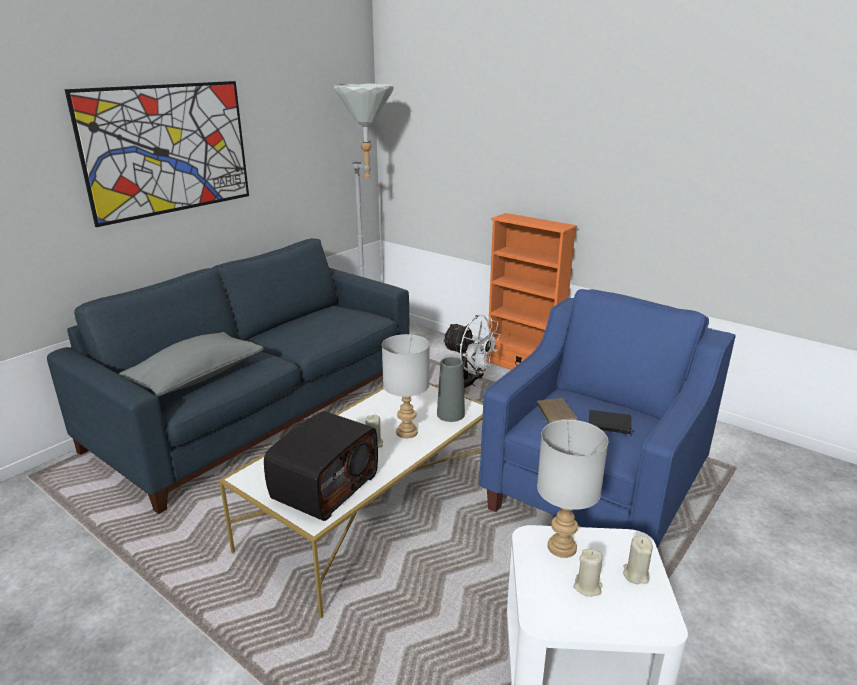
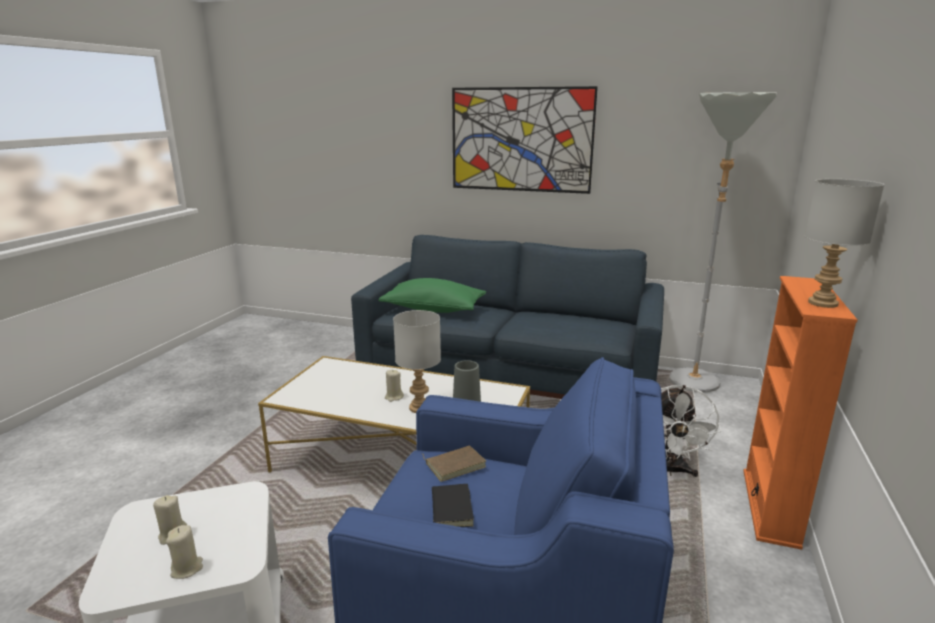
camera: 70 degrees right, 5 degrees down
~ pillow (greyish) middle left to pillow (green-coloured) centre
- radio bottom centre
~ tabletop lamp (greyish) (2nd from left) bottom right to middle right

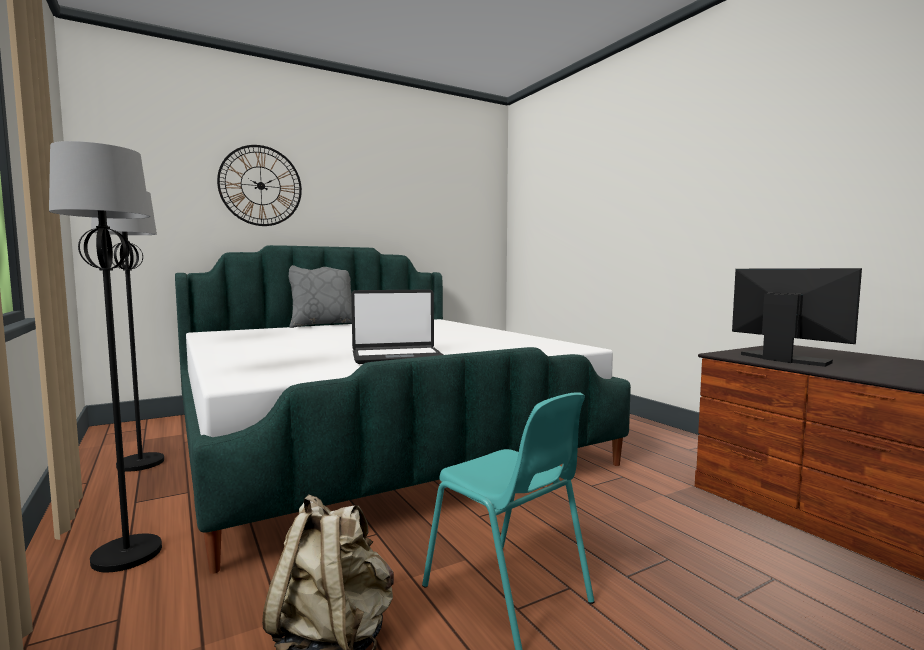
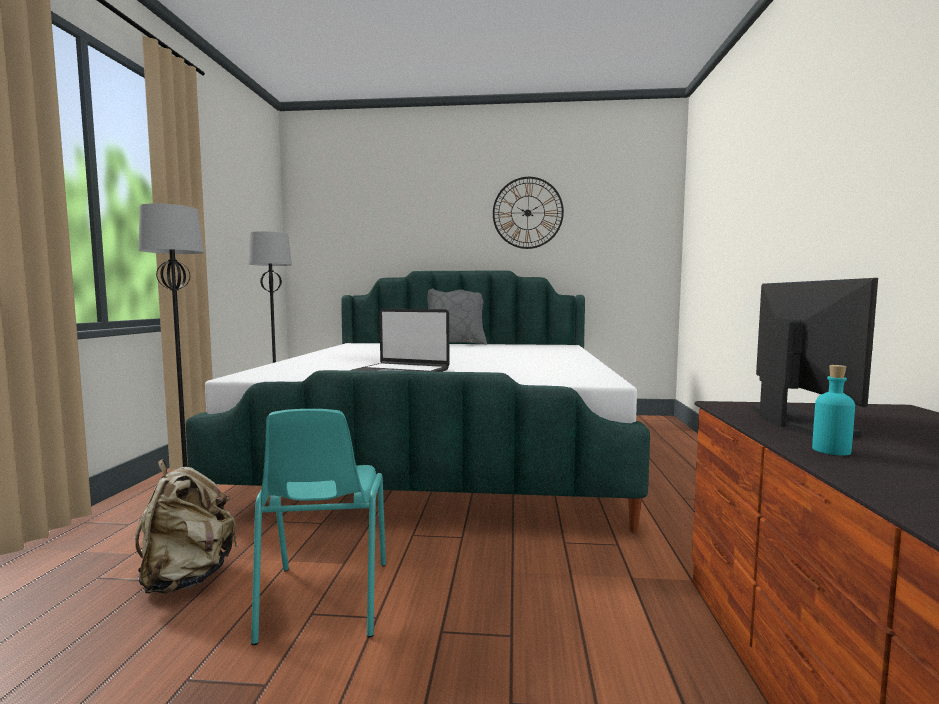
camera: 35 degrees right, 0 degrees up
~ clock on the wall top left to top centre
+ drink bottle (turquoise) middle right

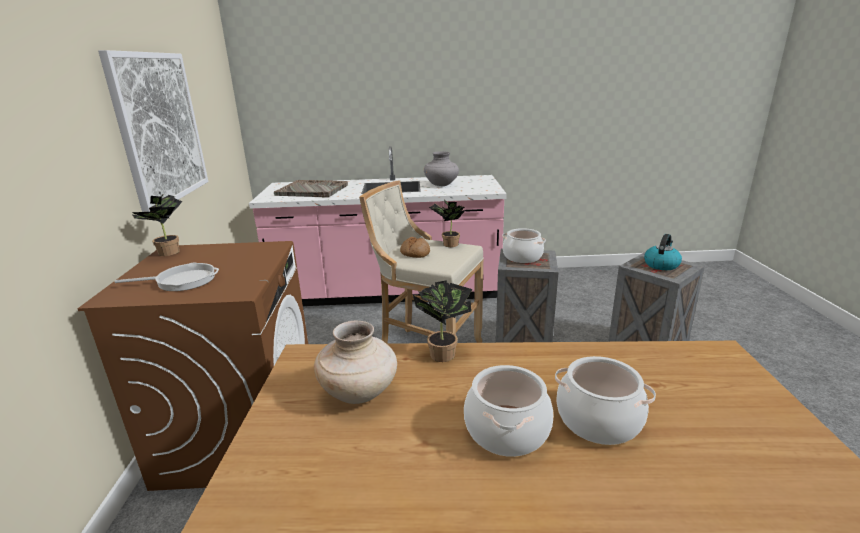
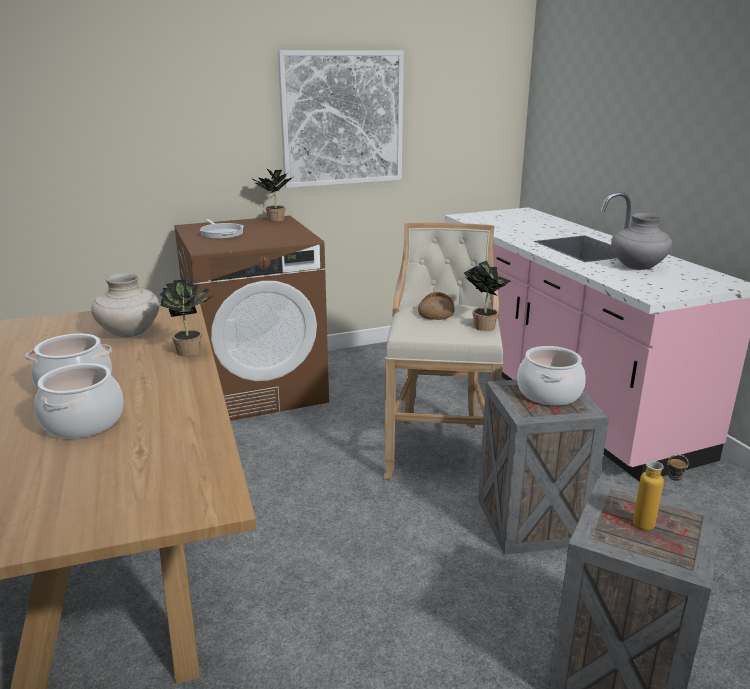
camera: 70 degrees right, 0 degrees up
- serving tray (greyish) centre
~ kettle middle right to drink bottle bottom right

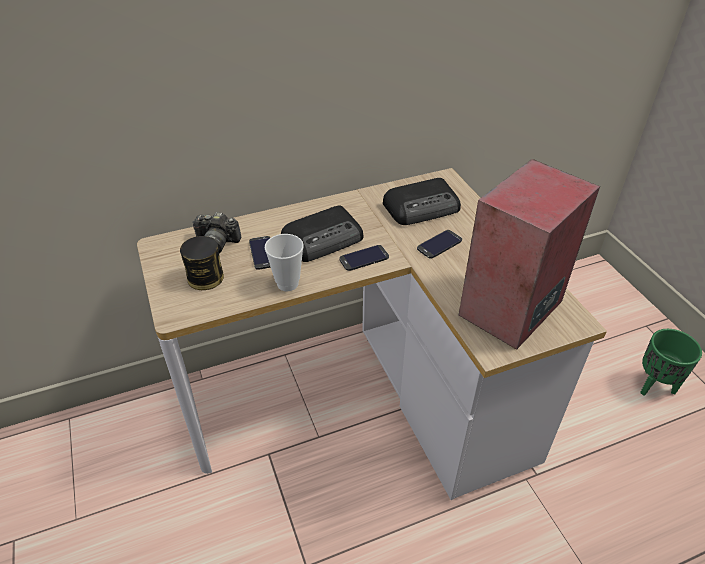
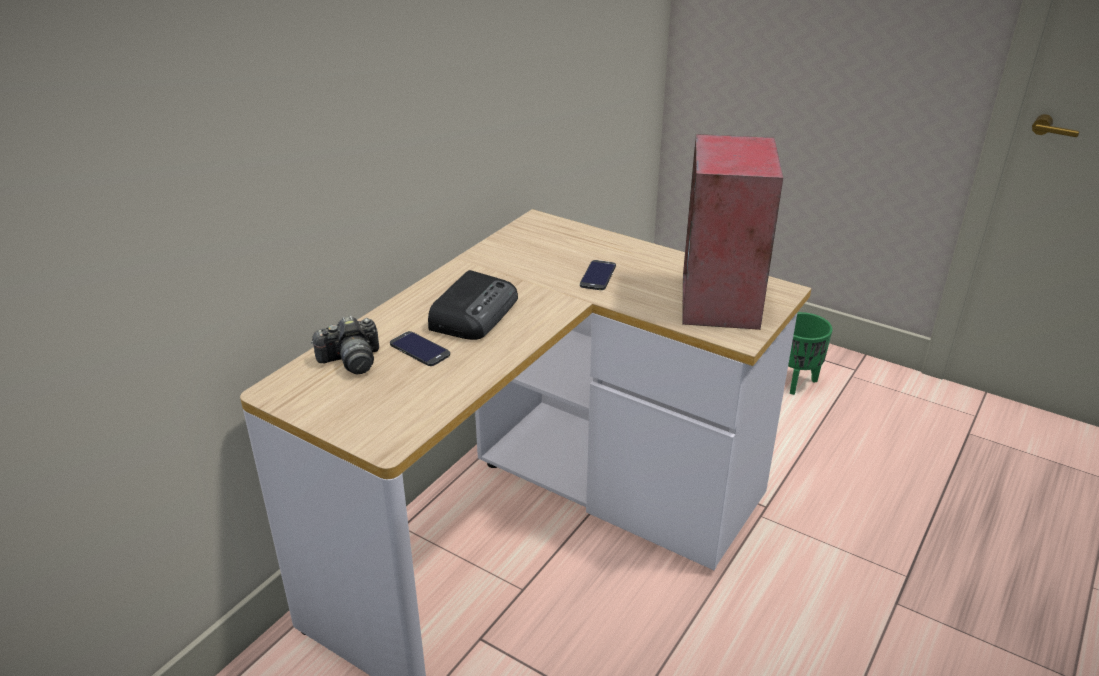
camera: 35 degrees left, 10 degrees down
- radio (2nd from left) centre
- cup centre
- sealed can middle left
- telephone (2nd from left) centre

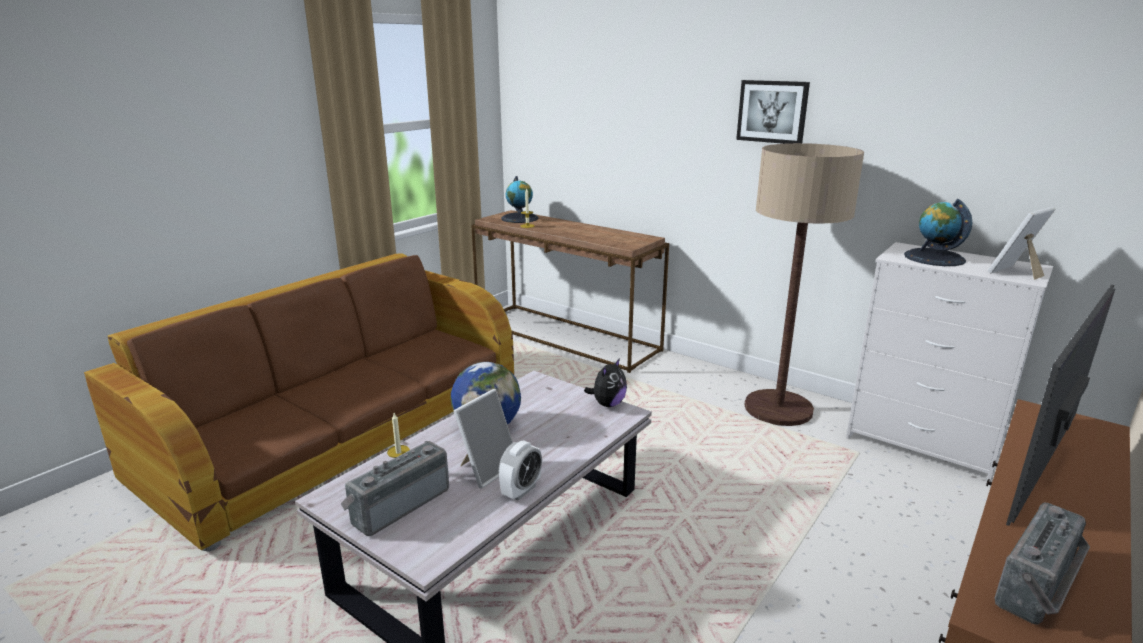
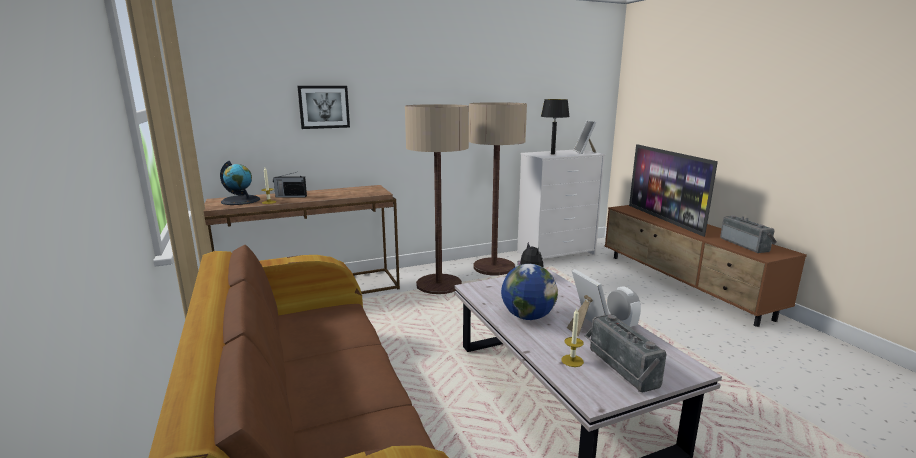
camera: 60 degrees left, 5 degrees down
~ wall picture top right to top centre
~ globe (3rd from left) middle right to tabletop lamp (black) top centre
+ standard lamp (1st from left) centre
+ radio (1st from left) middle left

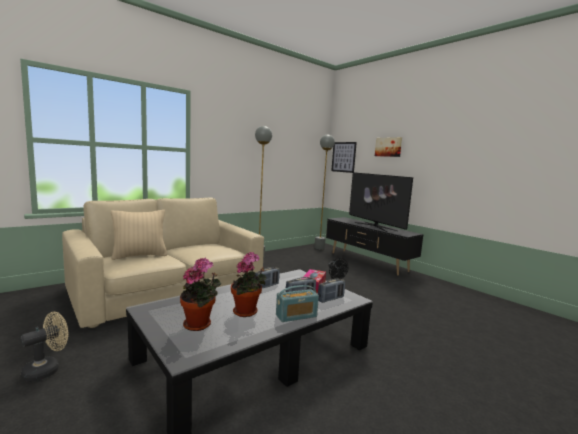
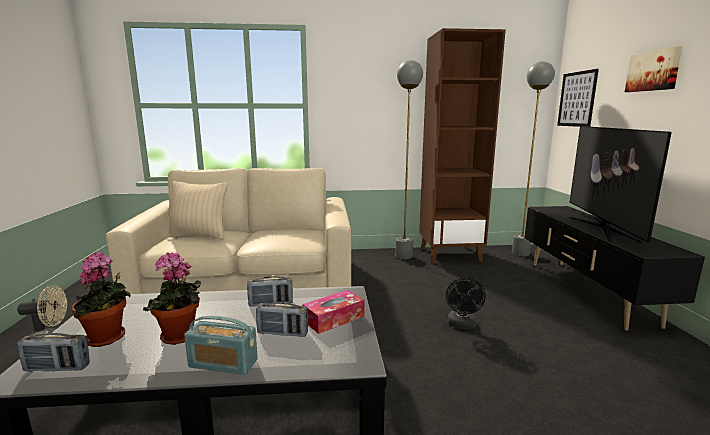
camera: 35 degrees right, 5 degrees up
~ radio (4th from left in the first image) bottom centre to radio (1st from left) bottom left
+ bookcase (brownish) centre

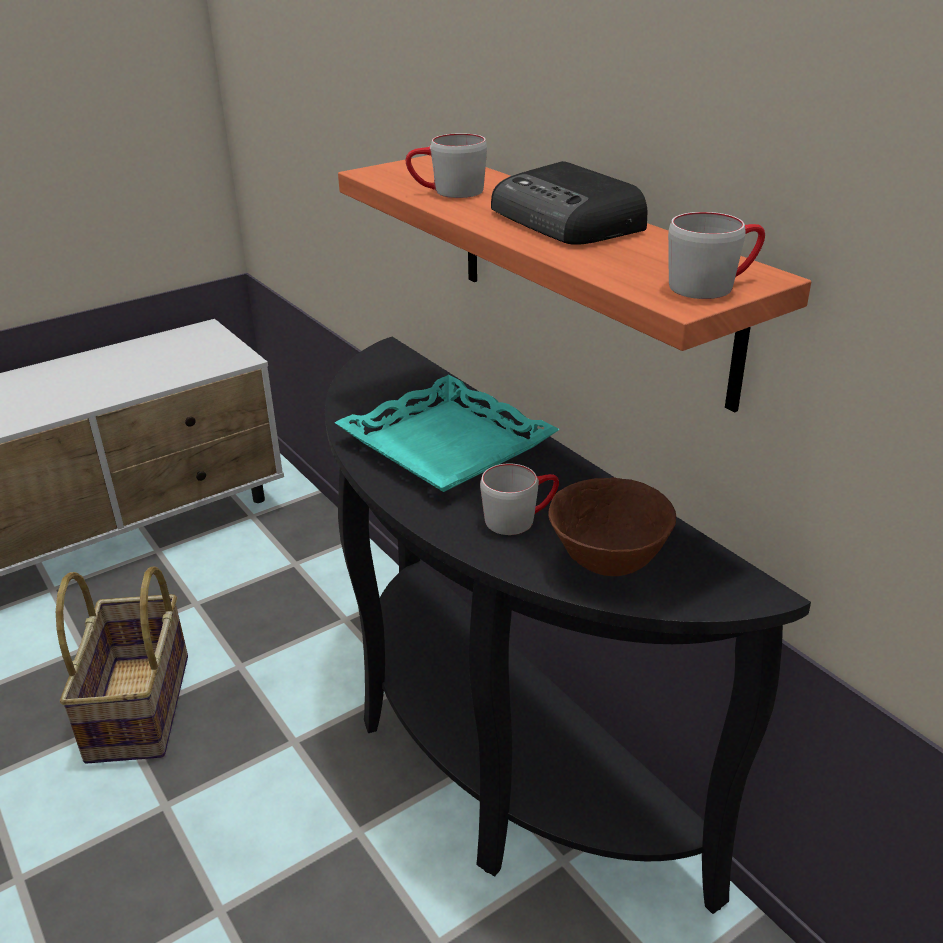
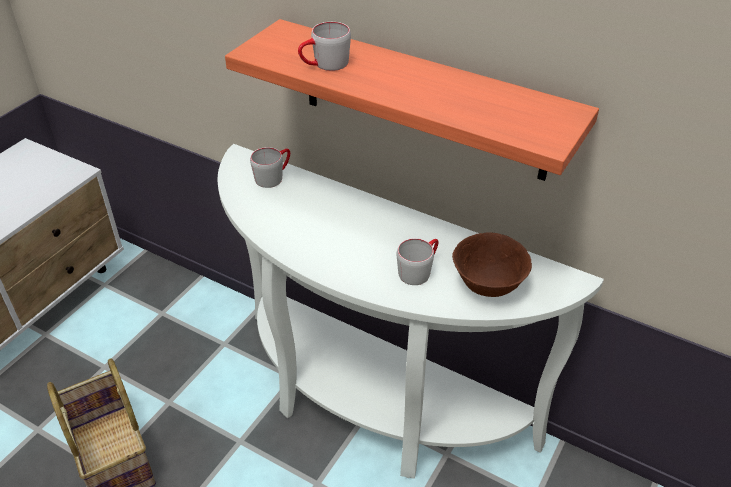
camera: 25 degrees left, 10 degrees up
- radio top centre
~ mug (greyish) (3rd from left in the first image) top right to mug (greyish) (1st from left) centre
~ console table (black) centre to console table (white-coloured) centre
- serving tray (turquoise) centre

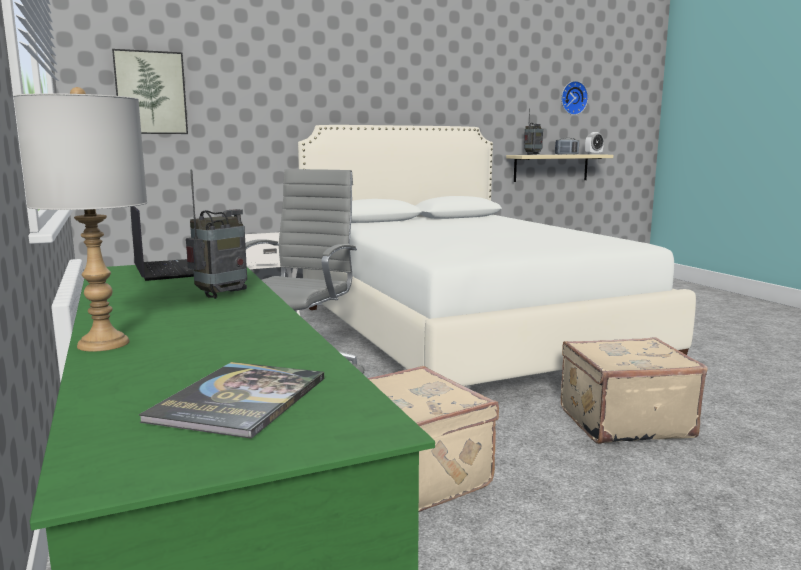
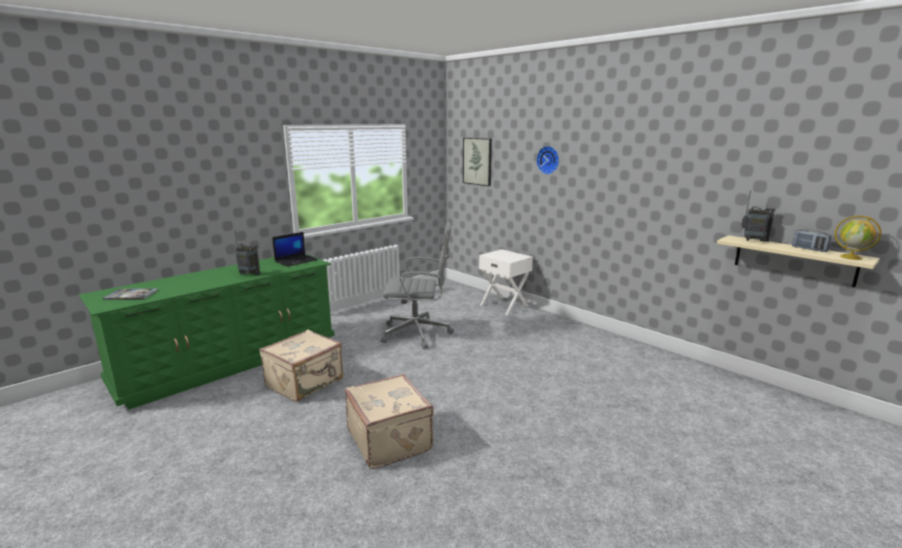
camera: 70 degrees right, 5 degrees up
~ clock on the wall top right to top centre
- tabletop lamp (greyish) middle left
- bed (white-coloured) centre
~ bedside clock top right to globe middle right

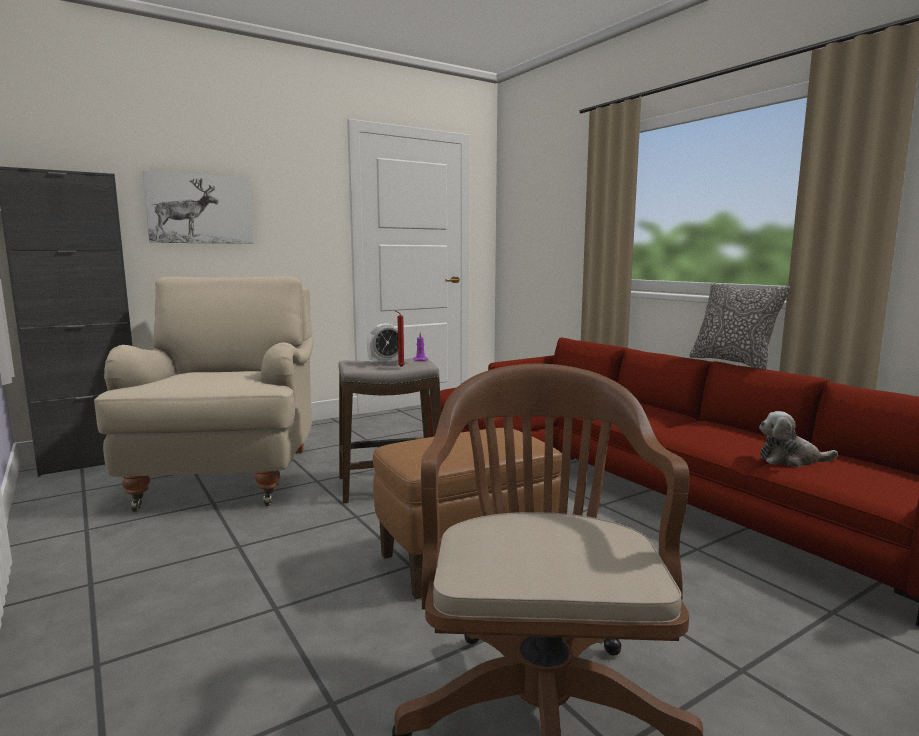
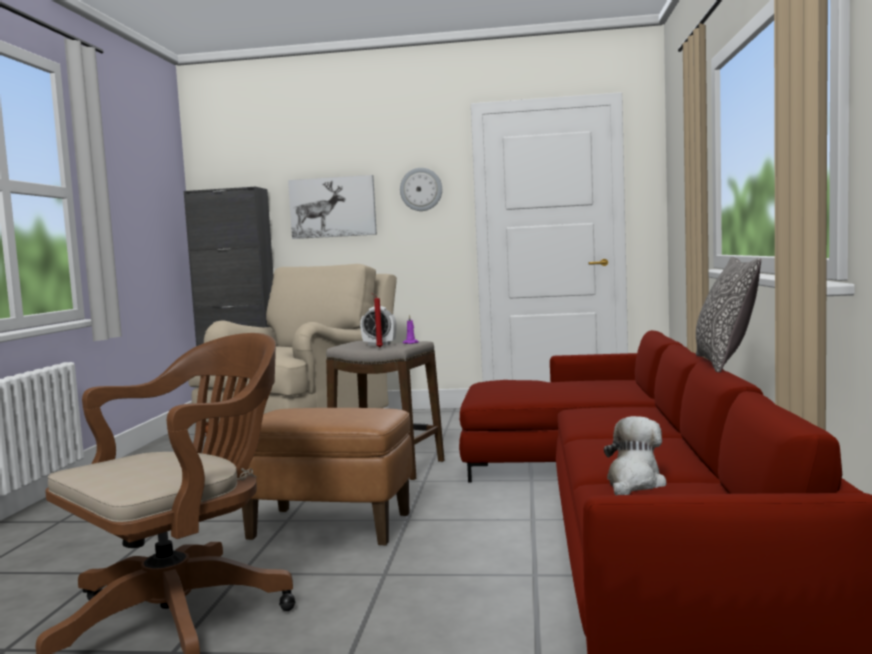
camera: 40 degrees right, 5 degrees down
~ soft toy middle right = bottom right 75 degrees clockwise
+ clock on the wall top centre

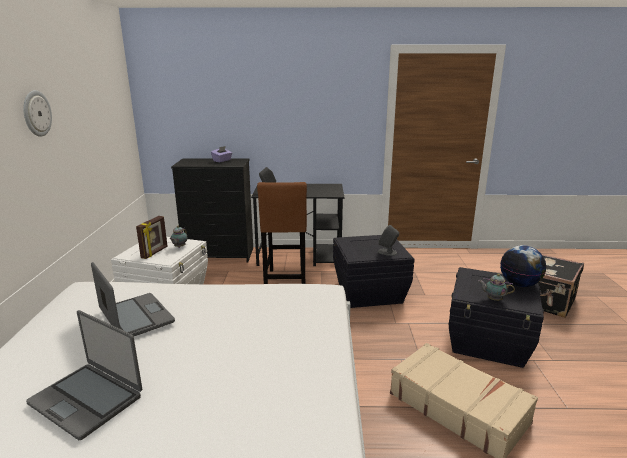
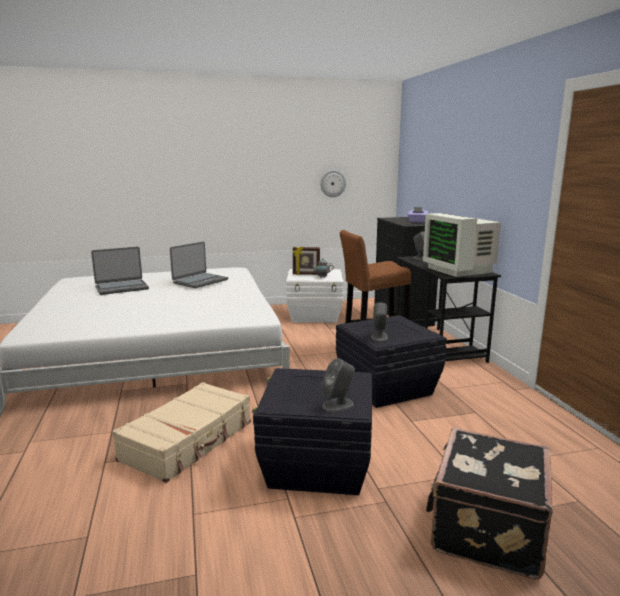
camera: 75 degrees right, 5 degrees down
~ clock on the wall top left to top centre
~ globe middle right to audio speaker (greyish) (1st from left) centre
- tea pot (2nd from left) middle right
~ portable computer (1st from left) bottom left = middle left 135 degrees counterclockwise
+ monitor middle right

